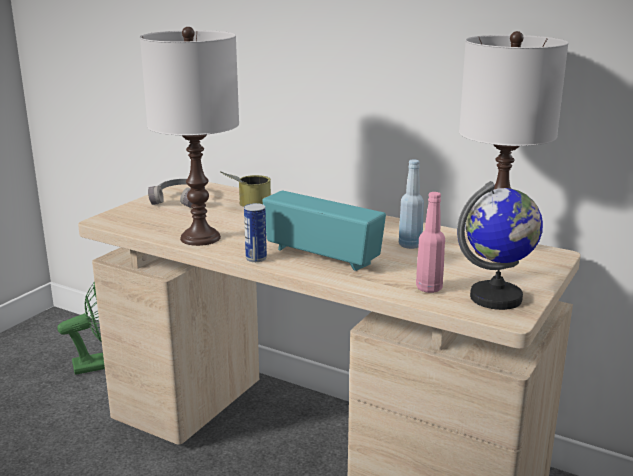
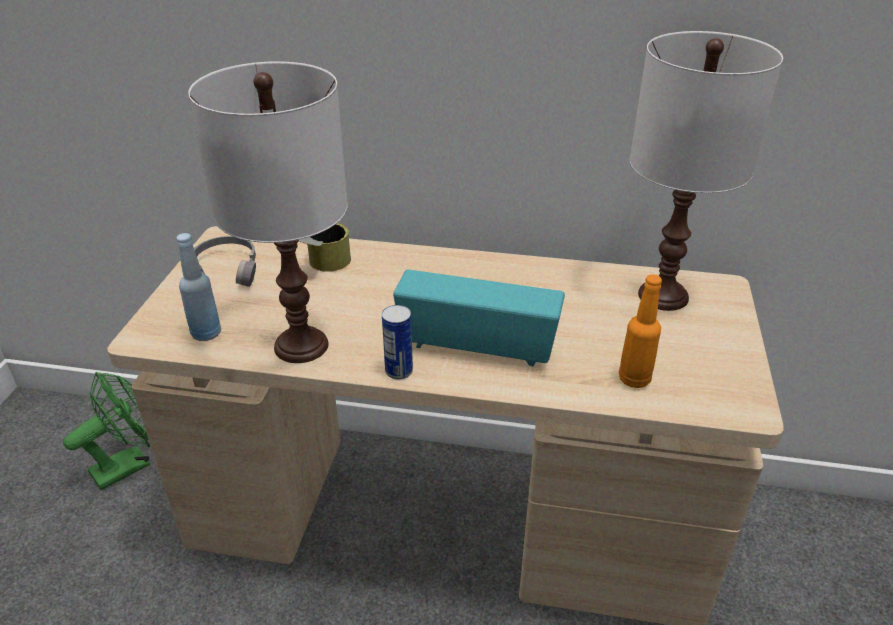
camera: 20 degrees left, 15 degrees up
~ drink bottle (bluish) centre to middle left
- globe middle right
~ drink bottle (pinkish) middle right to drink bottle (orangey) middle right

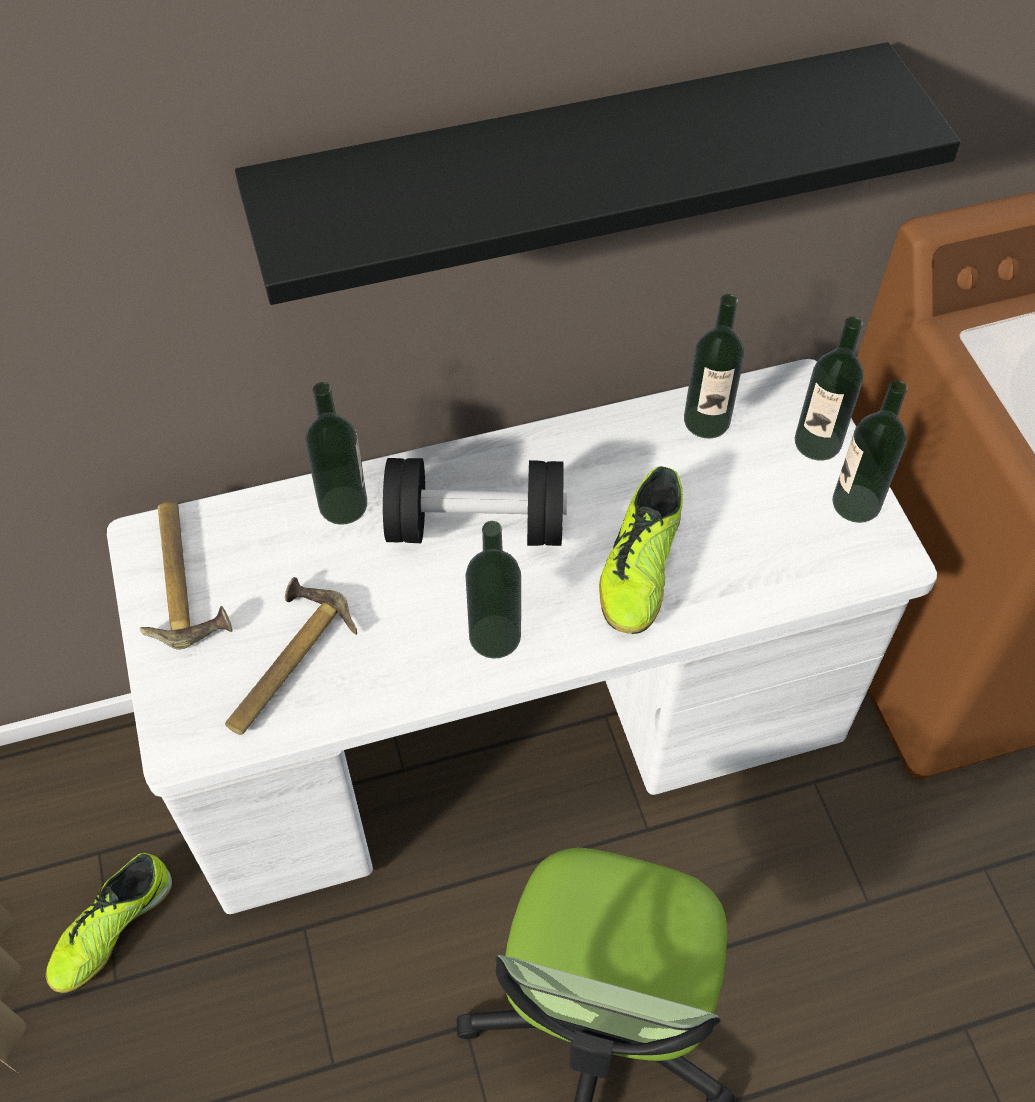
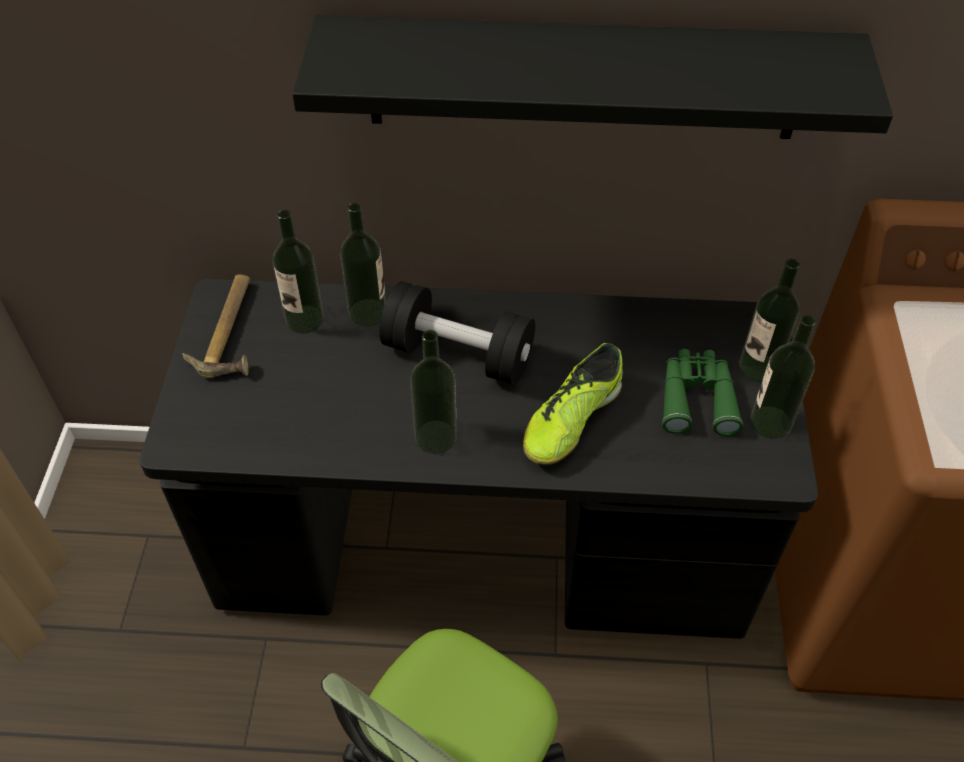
camera: 20 degrees right, 5 degrees down
~ drink bottle (3rd from left in the first image) top right to drink bottle (1st from left) middle left
~ desk unit (white-coloured) centre to desk unit (black) centre
- hammer (2nd from left) middle left
- shoe (1st from left) bottom left
+ field glasses (green-coloured) middle right

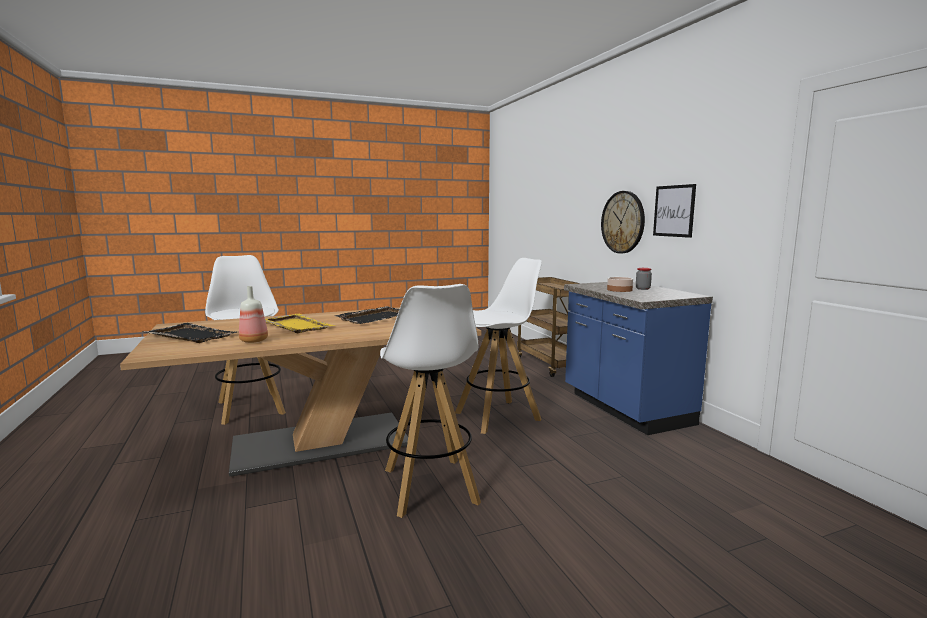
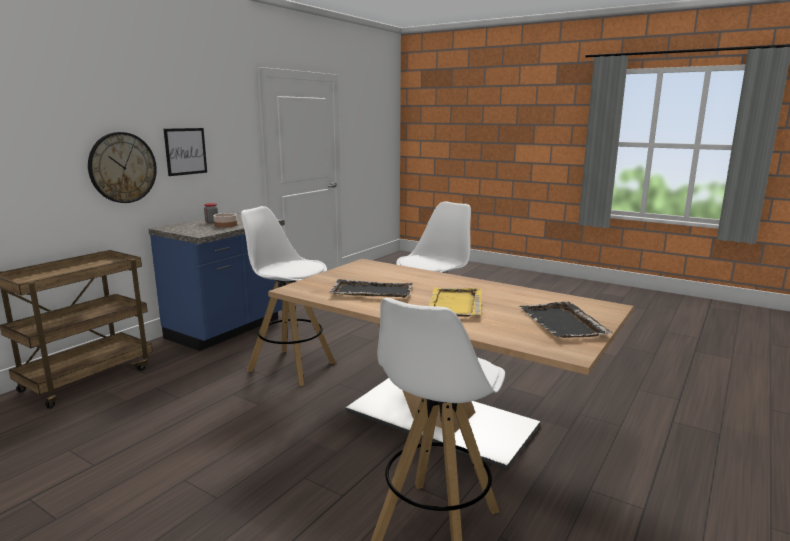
camera: 125 degrees left, 5 degrees up
- drink bottle middle left

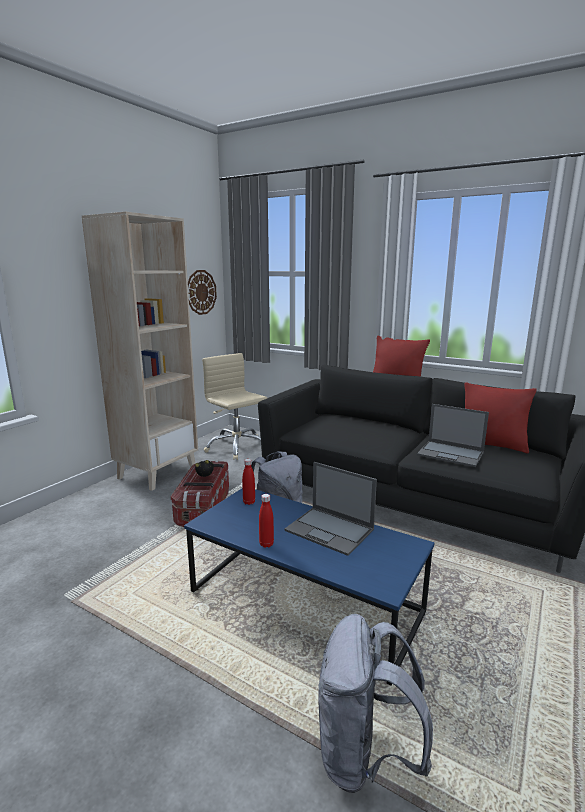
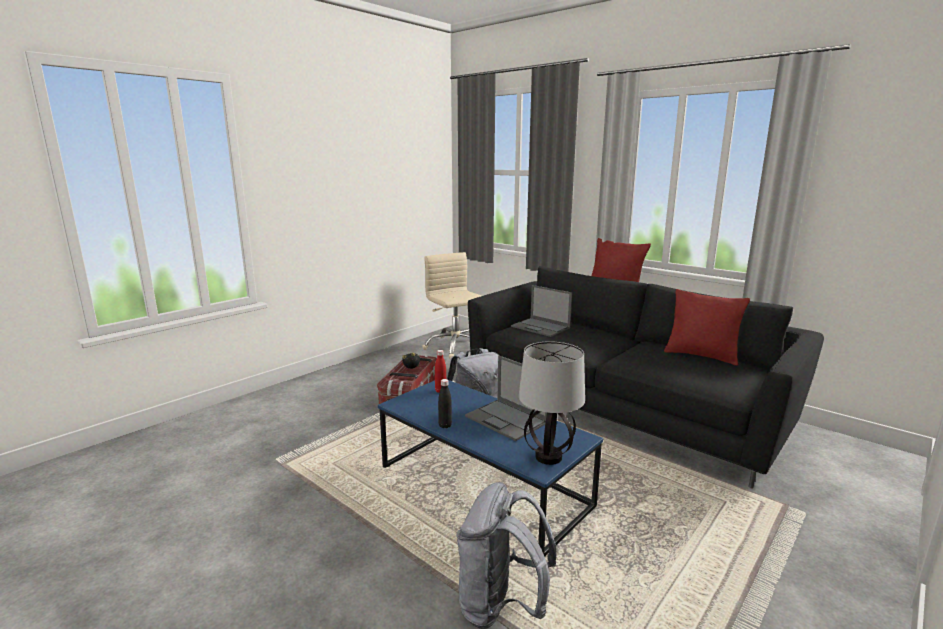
camera: 10 degrees right, 0 degrees up
- bookcase (beige) middle left
- clock on the wall centre
~ portable computer (2nd from left) middle right to centre
~ drink bottle (red) (2nd from left) centre to drink bottle (black) centre
+ tabletop lamp centre

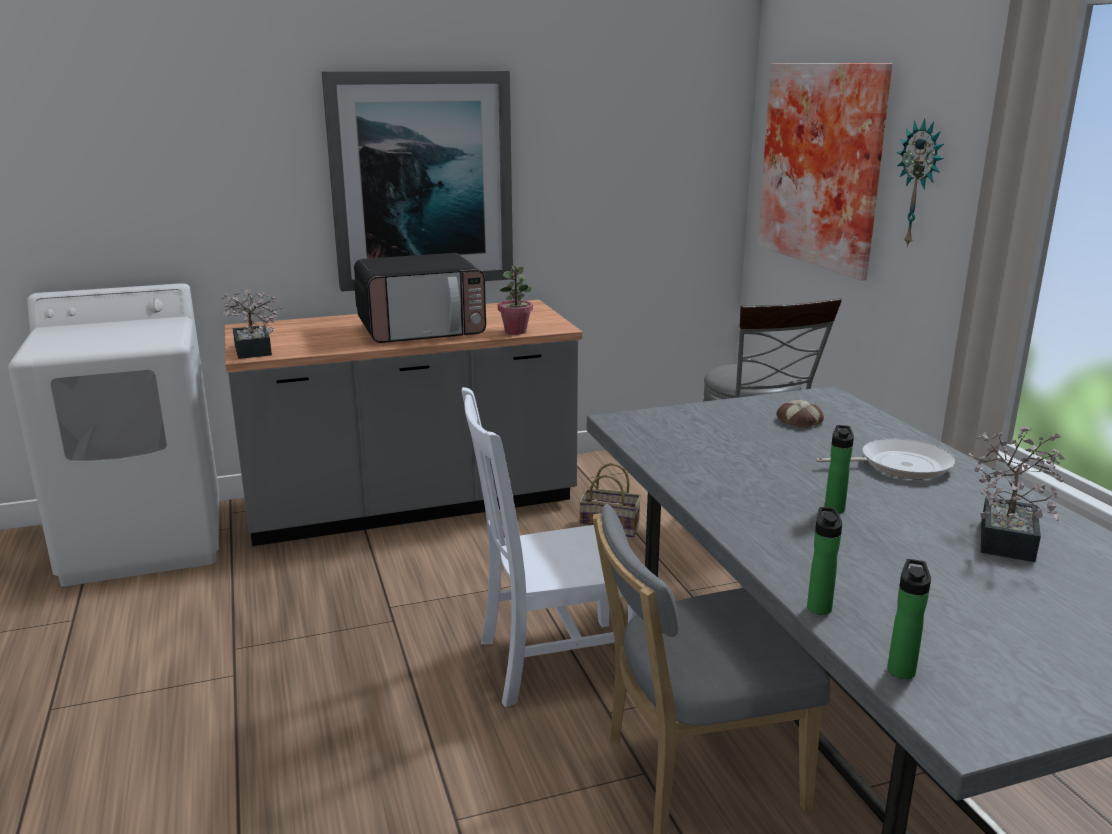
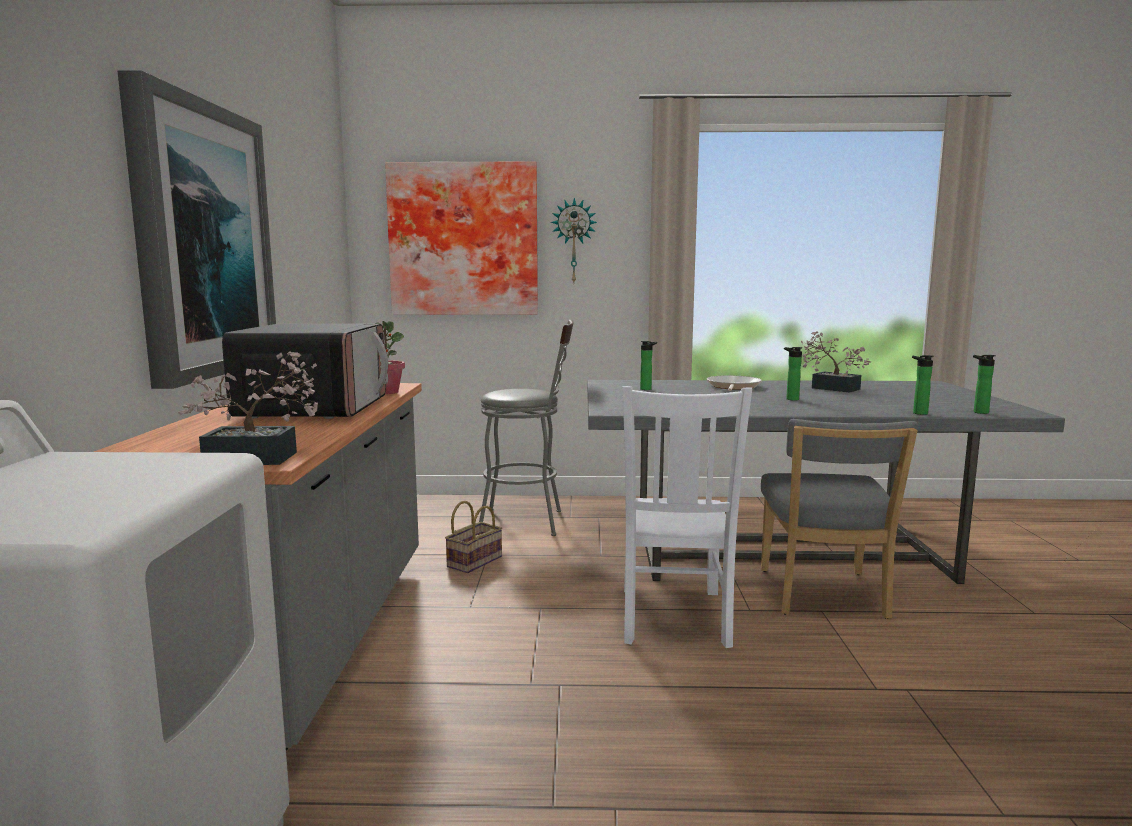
camera: 70 degrees left, 10 degrees down
~ bakery bread middle right to drink bottle (1st from left) centre

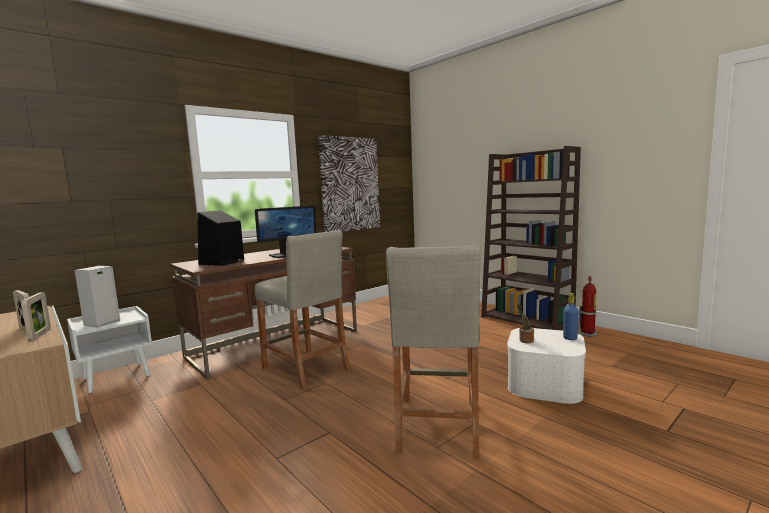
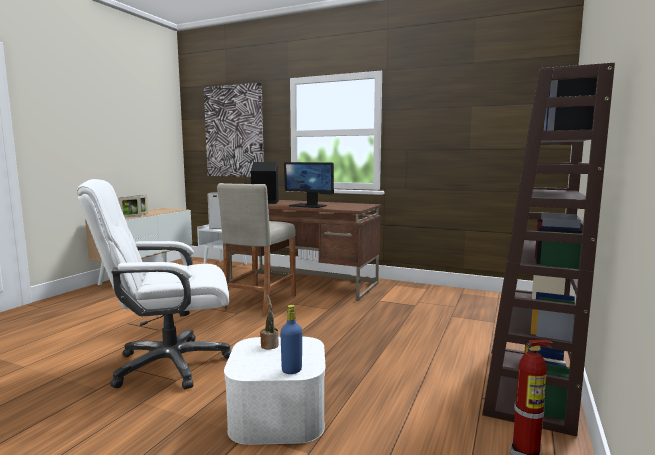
camera: 65 degrees right, 0 degrees up
~ wall picture centre to top centre
~ sitting stool (beige) (2nd from left) bottom centre to computer chair (white-coloured) middle left

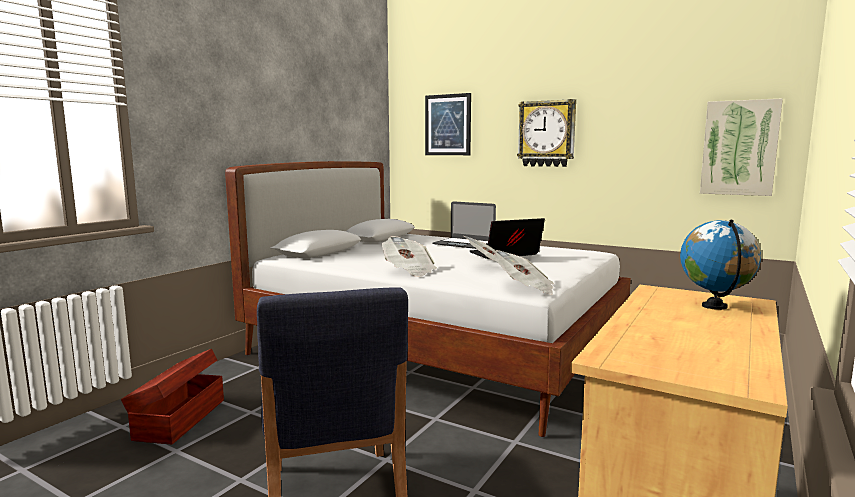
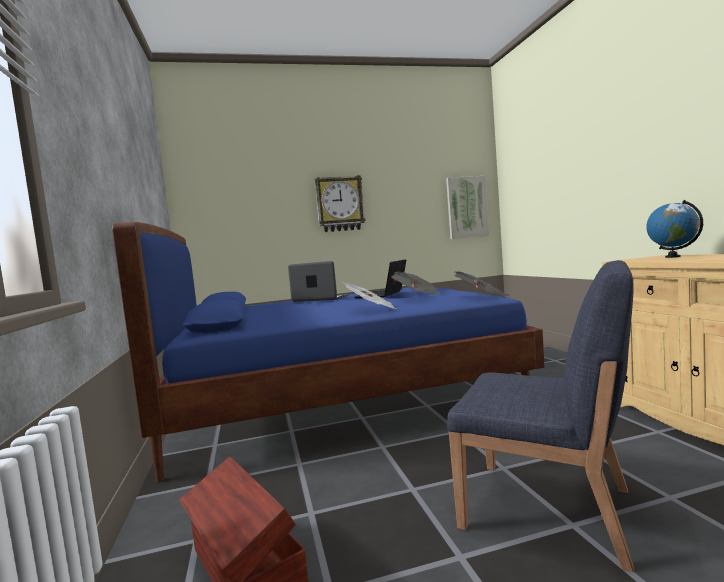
camera: 45 degrees left, 5 degrees down
- wall picture (1st from left) top centre
~ bed (white-coloured) centre to bed (bluish) centre
~ portable computer (1st from left) centre = centre 150 degrees counterclockwise

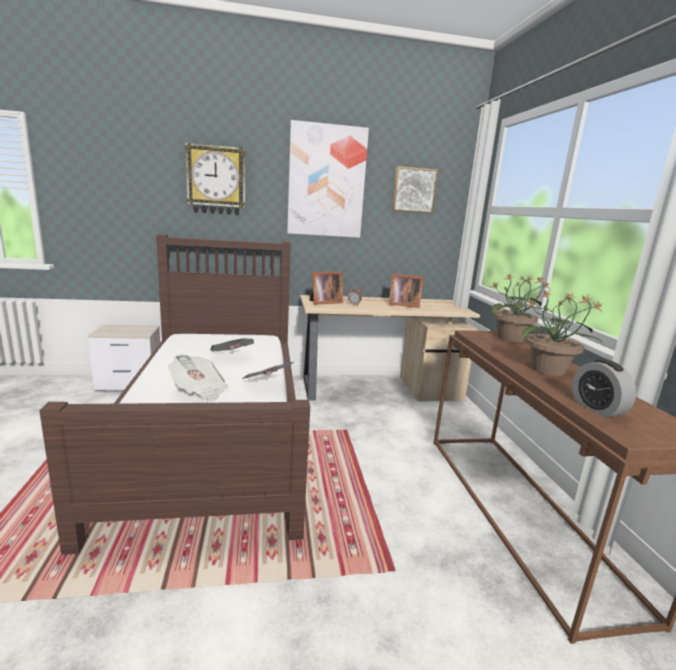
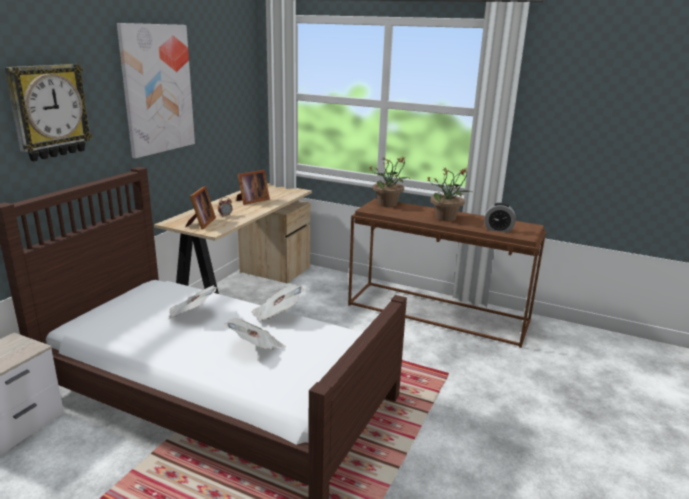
camera: 55 degrees left, 5 degrees up
- wall picture (2nd from left) top centre

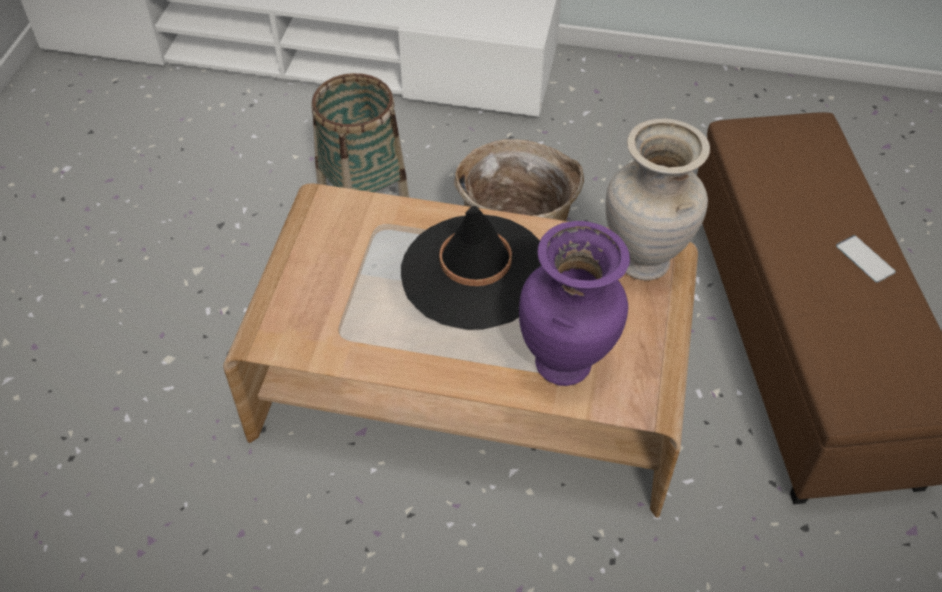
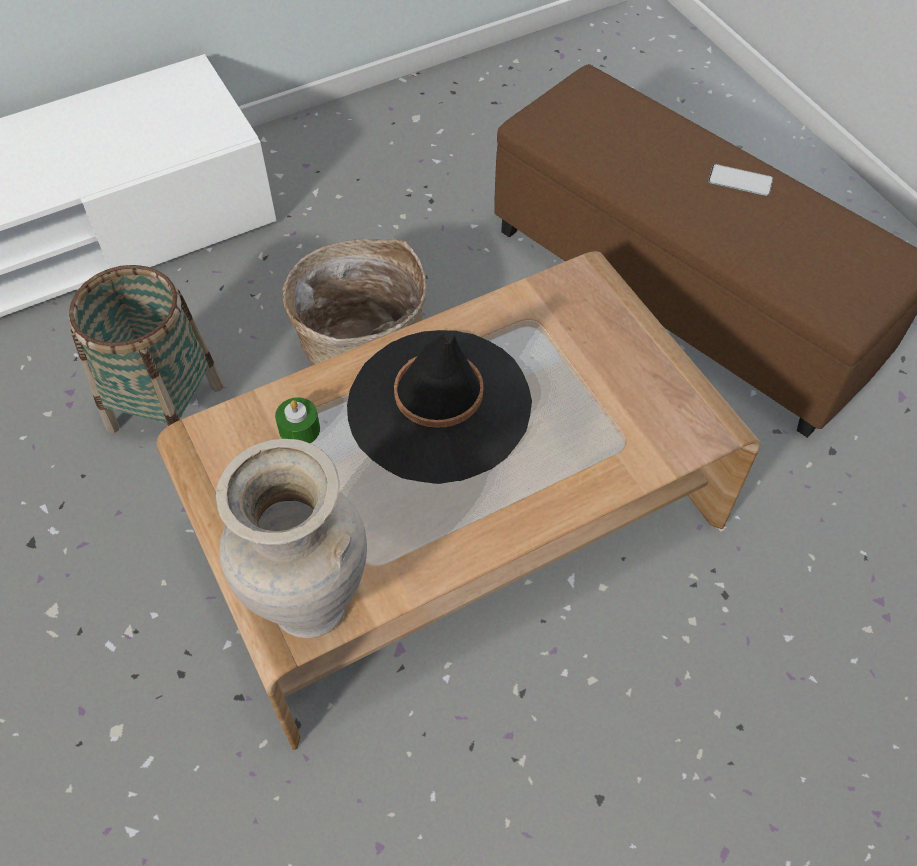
camera: 40 degrees left, 5 degrees up
~ vase (beige) middle right to middle left
- vase (purplish) centre
+ wax candle (green-coloured) middle left

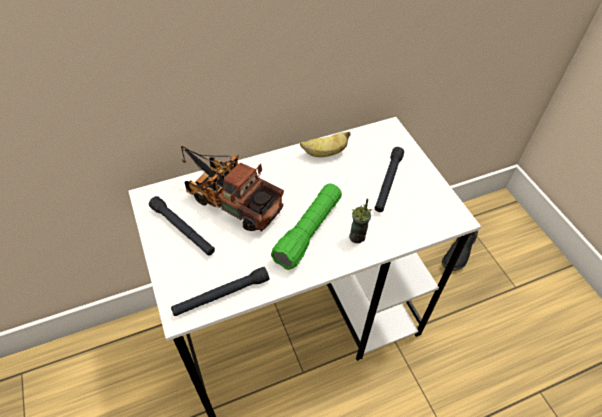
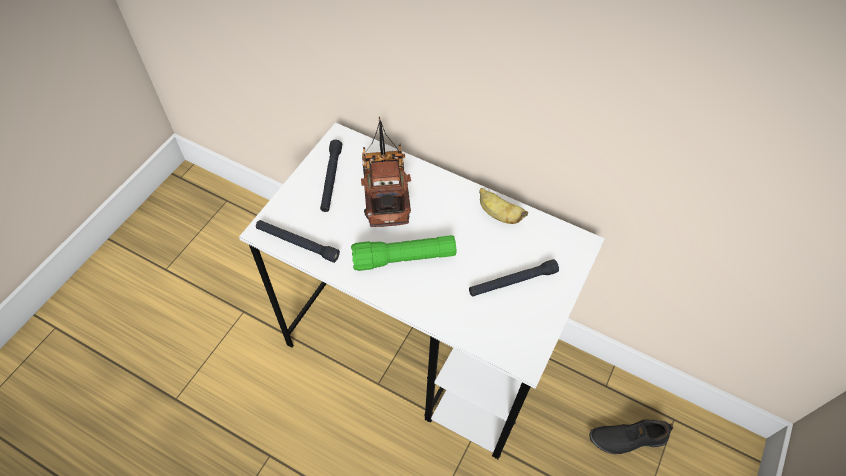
camera: 50 degrees right, 5 degrees up
- cup centre

